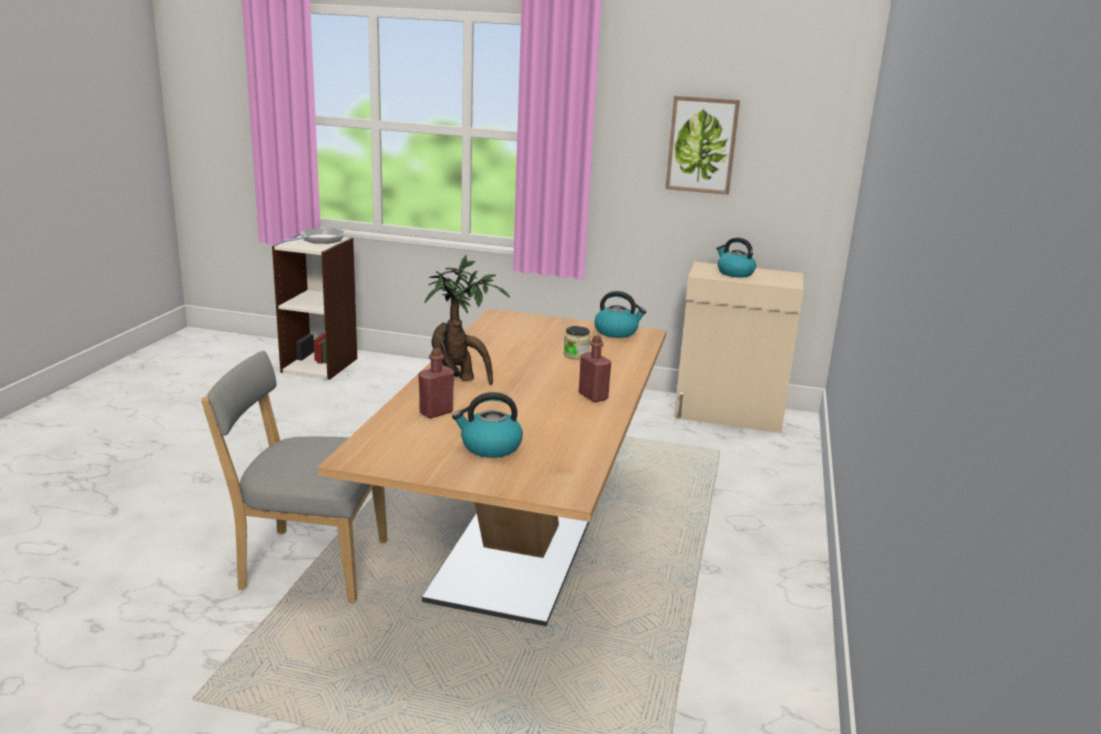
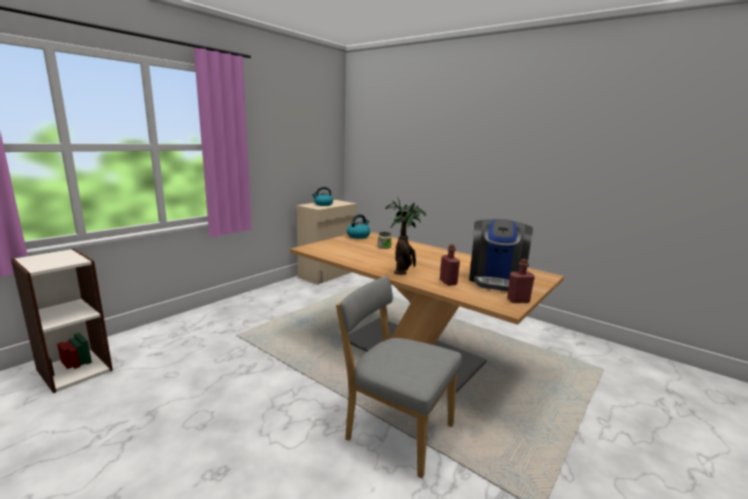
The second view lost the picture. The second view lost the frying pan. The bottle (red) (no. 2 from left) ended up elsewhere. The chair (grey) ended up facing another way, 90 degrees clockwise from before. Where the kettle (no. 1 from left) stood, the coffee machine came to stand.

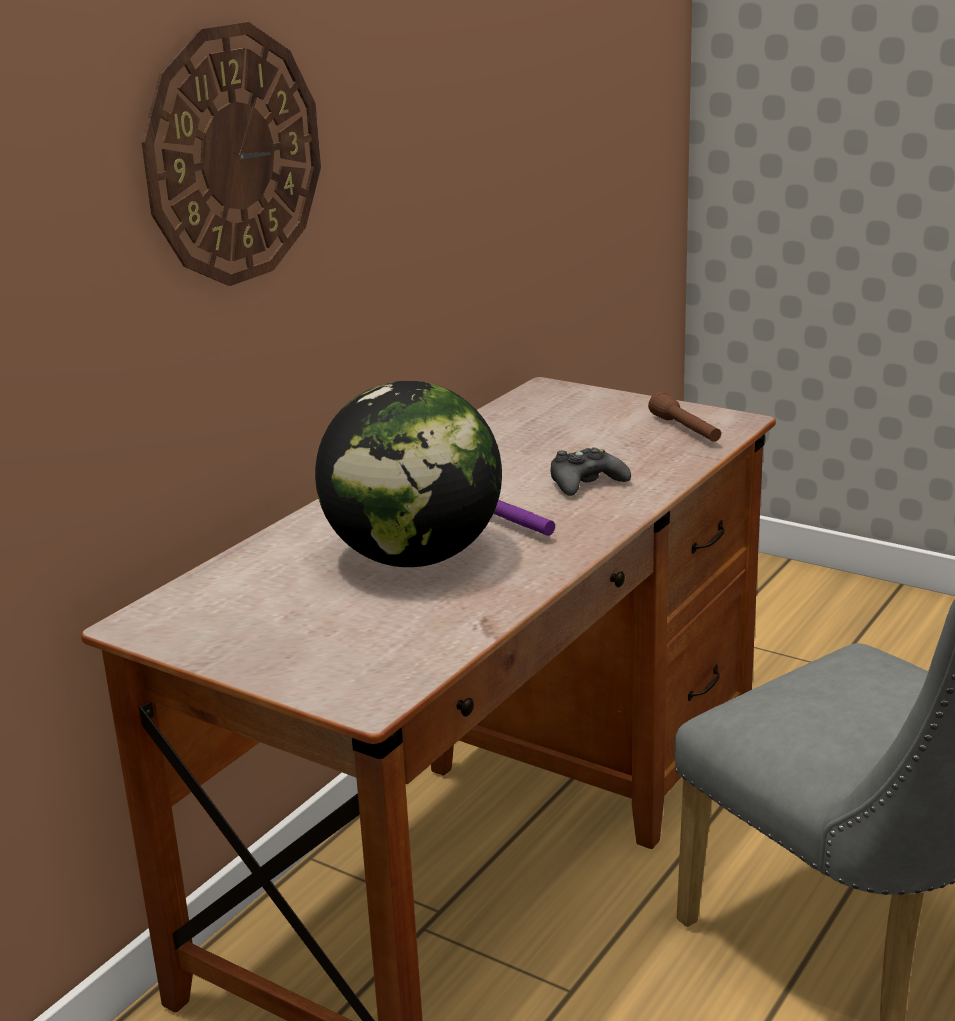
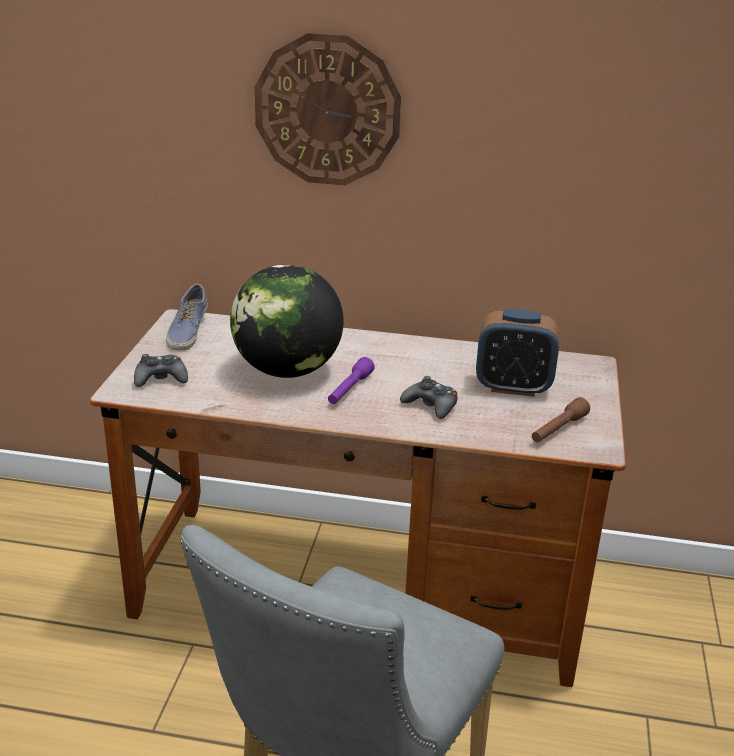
The second view gained the shoe. The second view gained the alarm clock. The second view gained the game controller (black) (no. 1 from left).

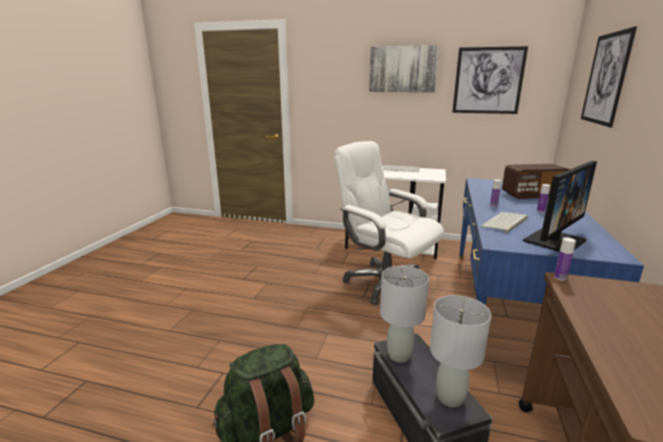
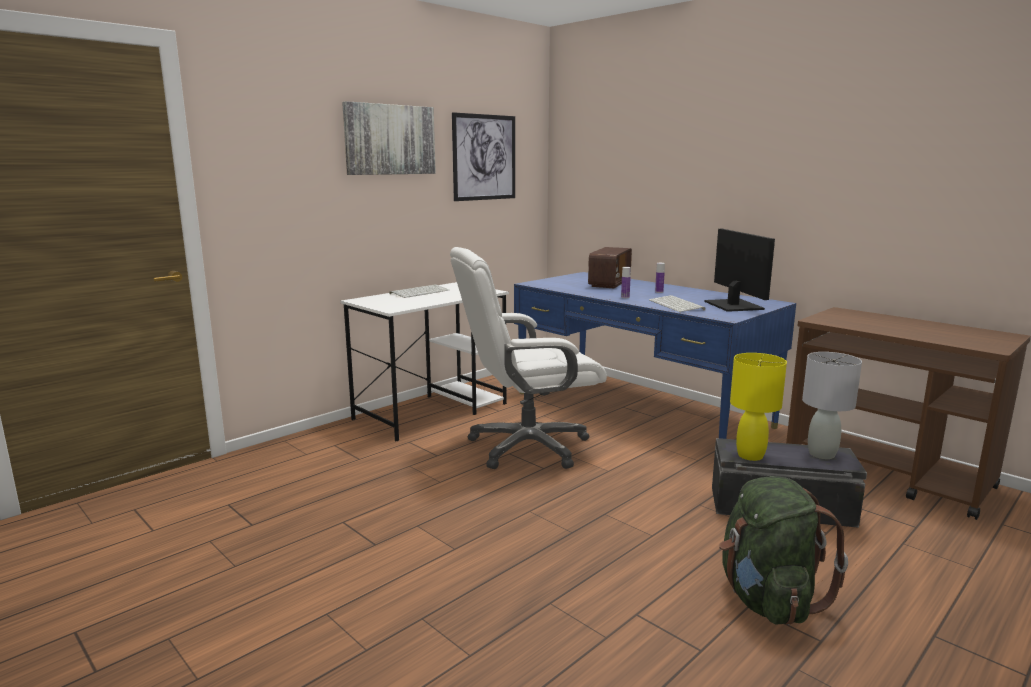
The second view lost the picture (no. 3 from left). The second view lost the bottle (no. 3 from left). What was the table lamp (grey) (no. 1 from left) turned into the table lamp (yellow).

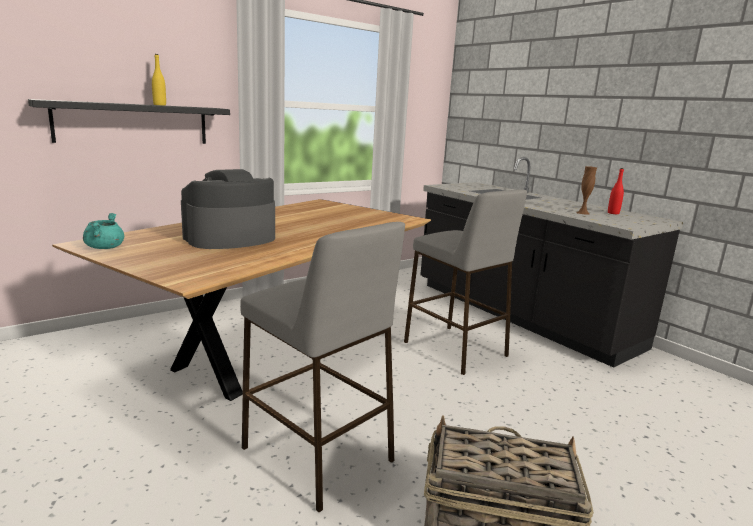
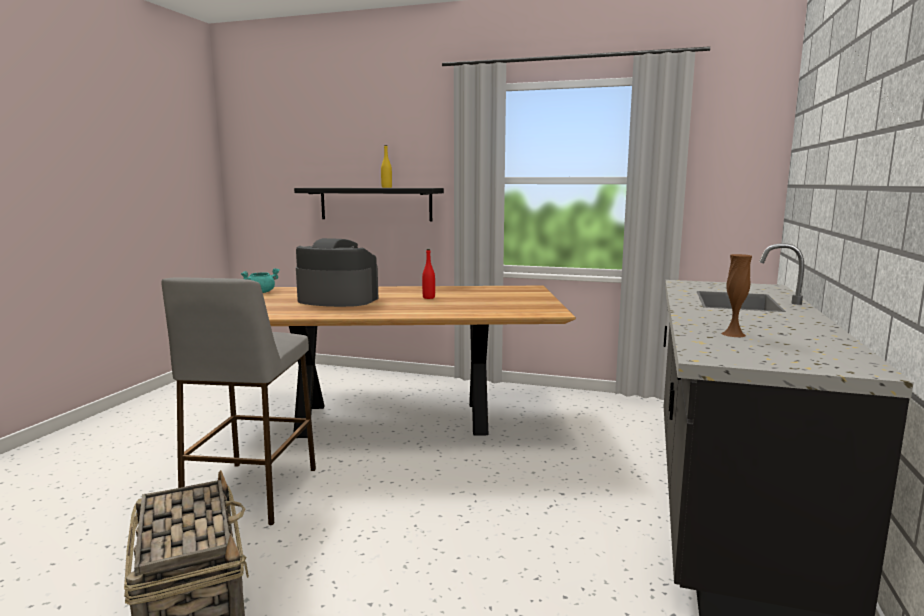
The bottle (red) ended up elsewhere. The second view lost the stool (grey) (no. 2 from left).

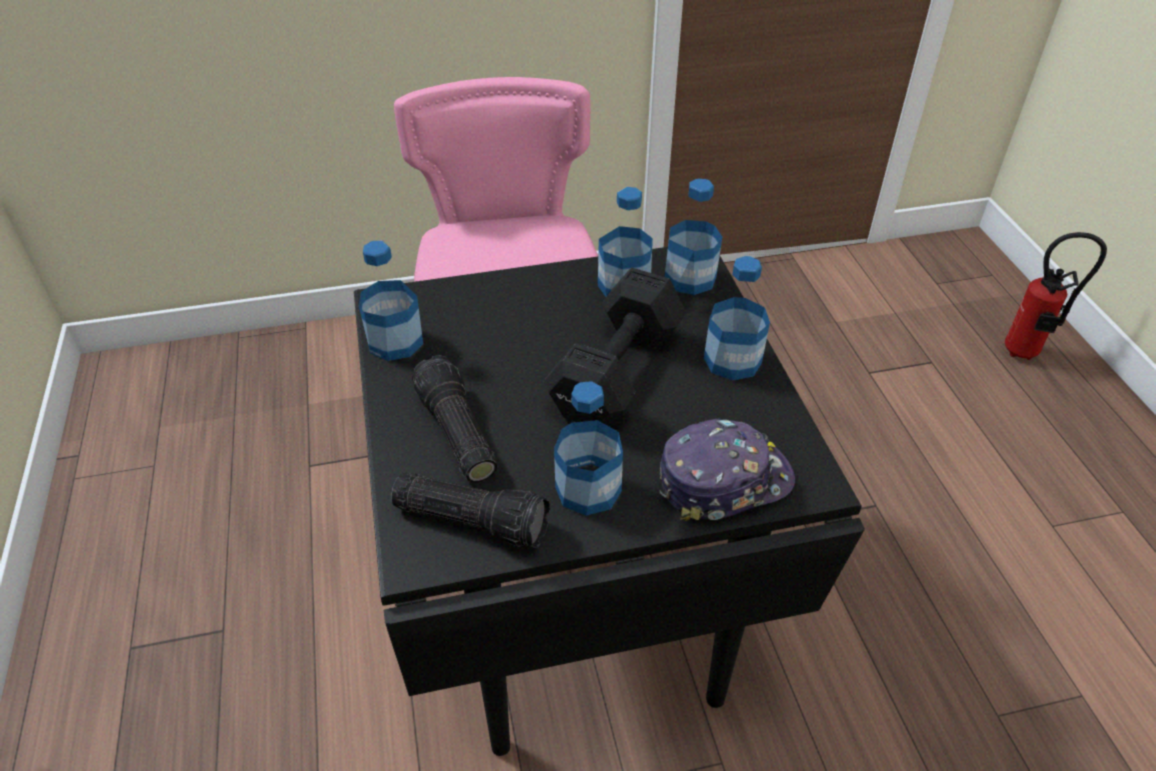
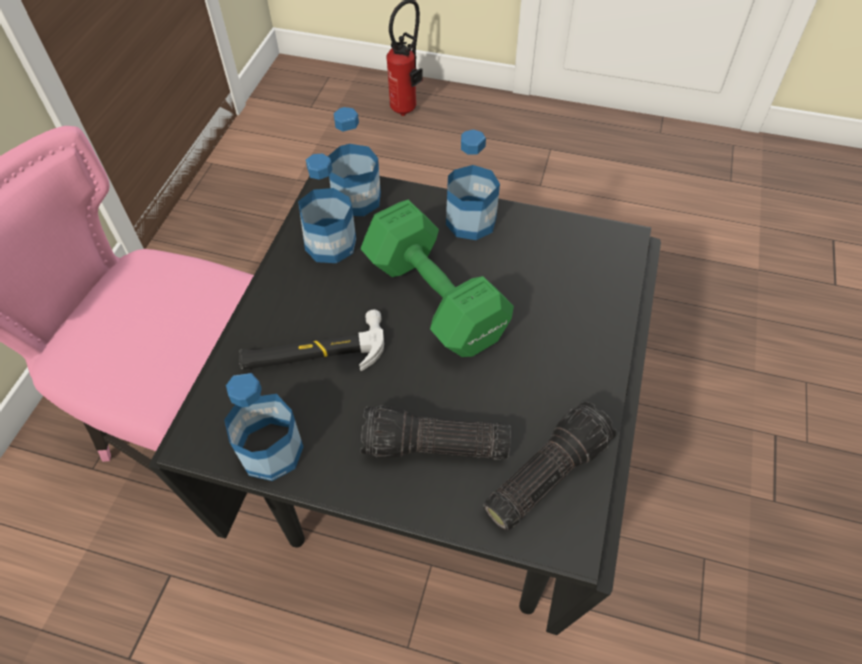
What was the dumbbell (black) turned into the dumbbell (green). The second view lost the bottle (no. 2 from left). The second view lost the cap. The second view gained the hammer.

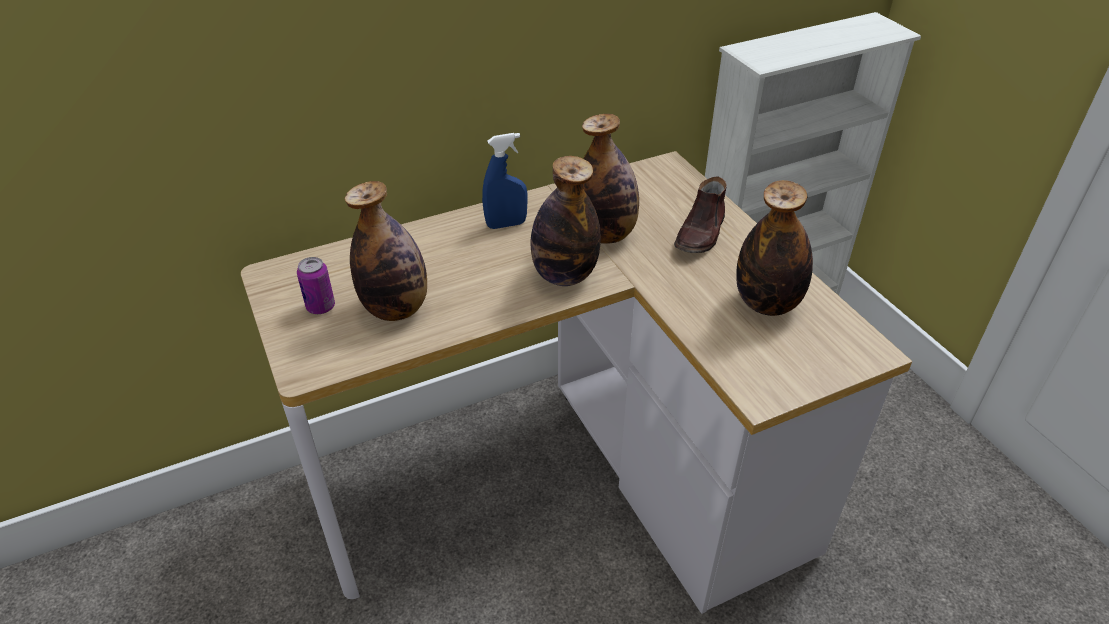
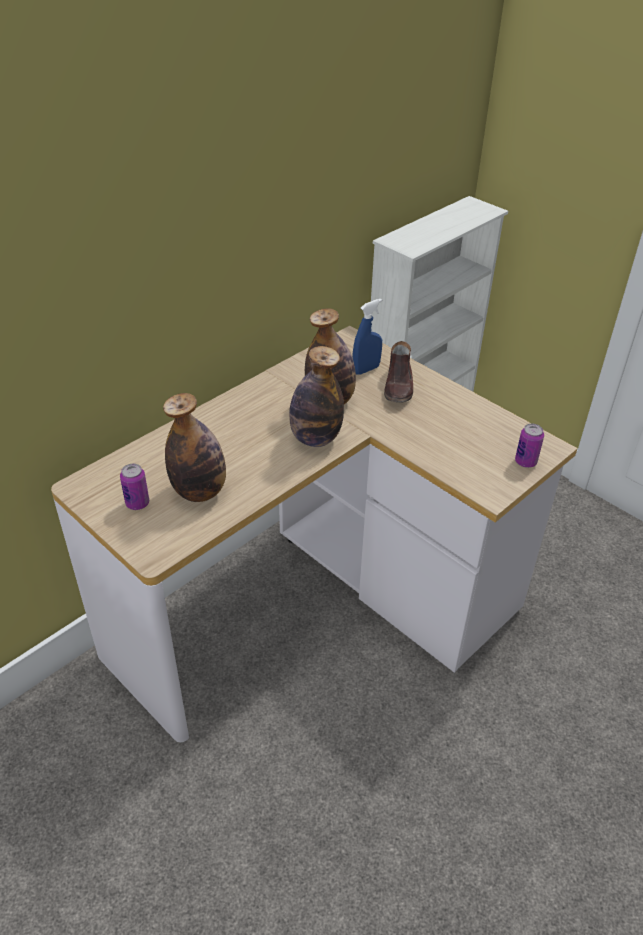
The spray bottle (blue) ended up elsewhere. The second view lost the bottle (no. 4 from left). The second view gained the can (no. 2 from left).

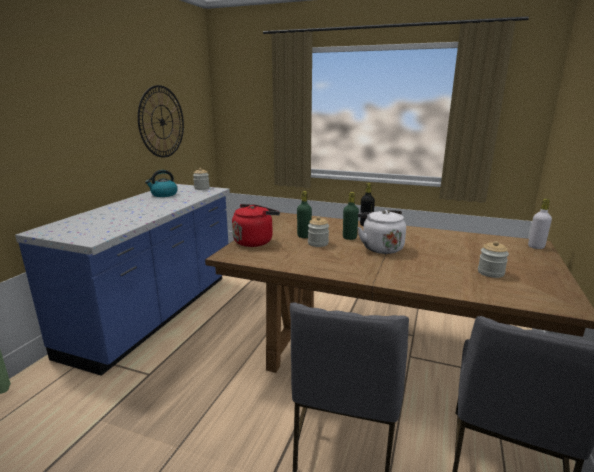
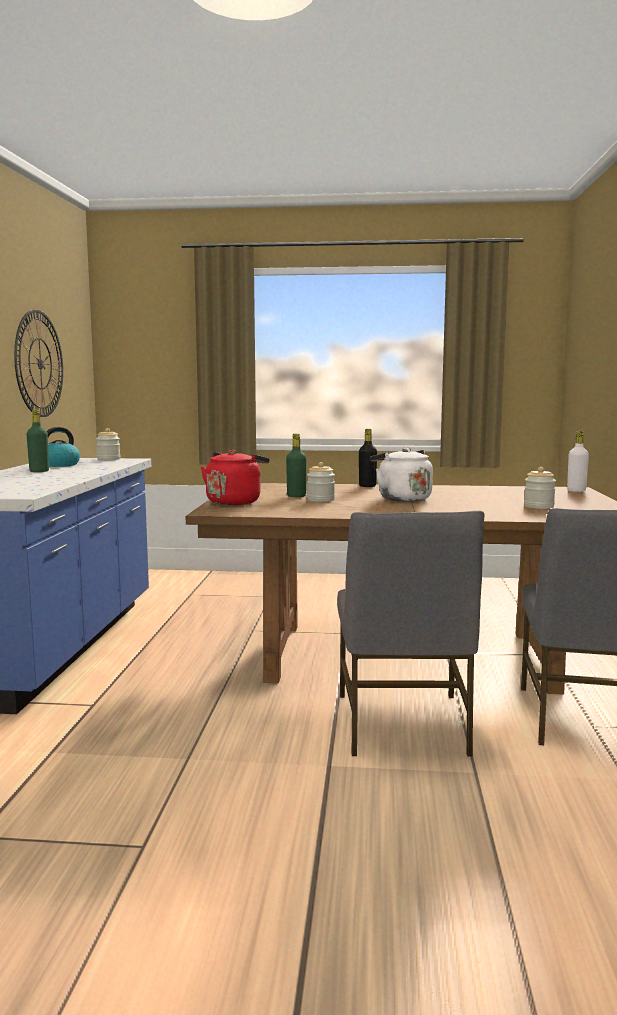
The bottle (green) (no. 2 from left in the first image) ended up elsewhere.

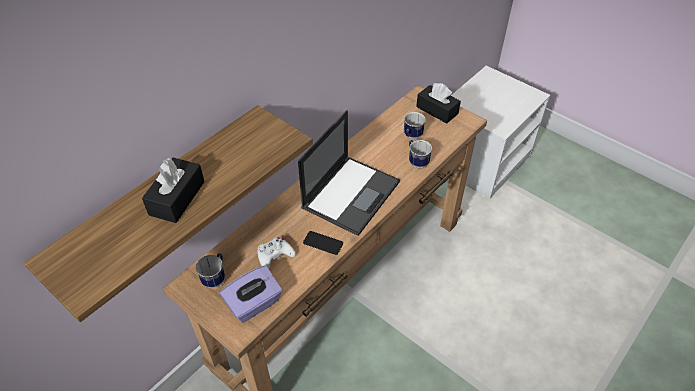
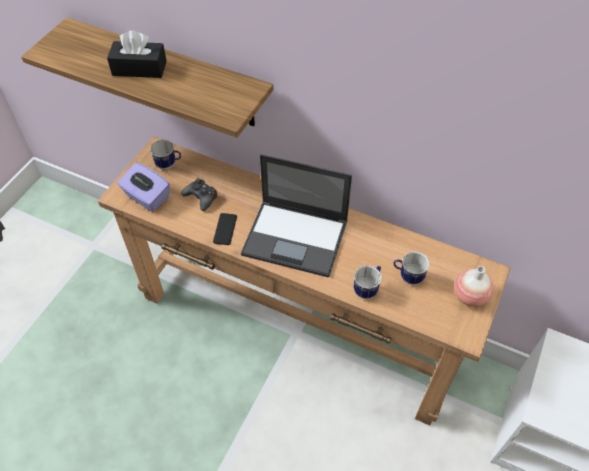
Where the tissue box (black) (no. 2 from left) stood, the vase came to stand. What was the game controller (white) turned into the game controller (black).

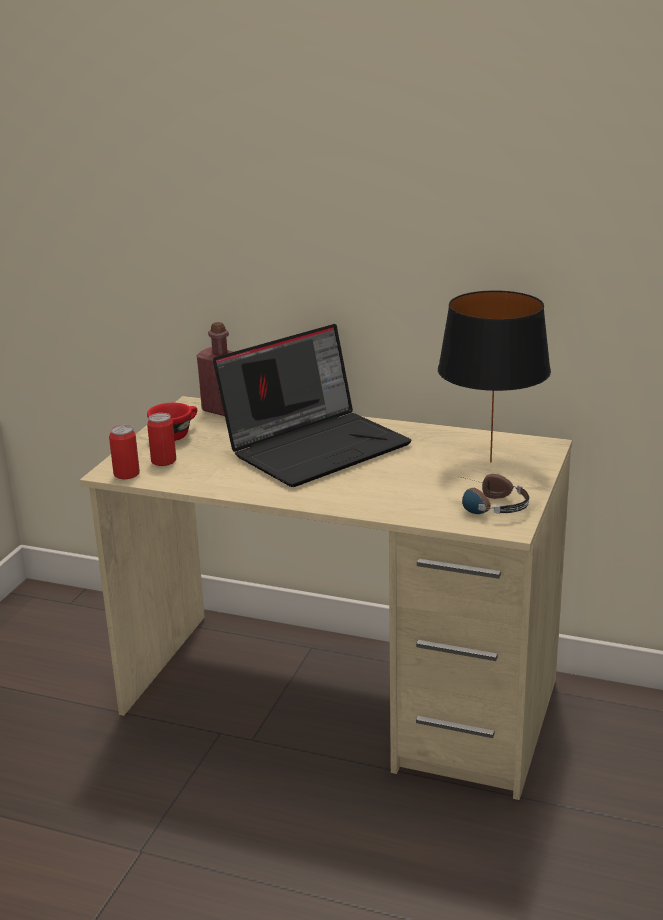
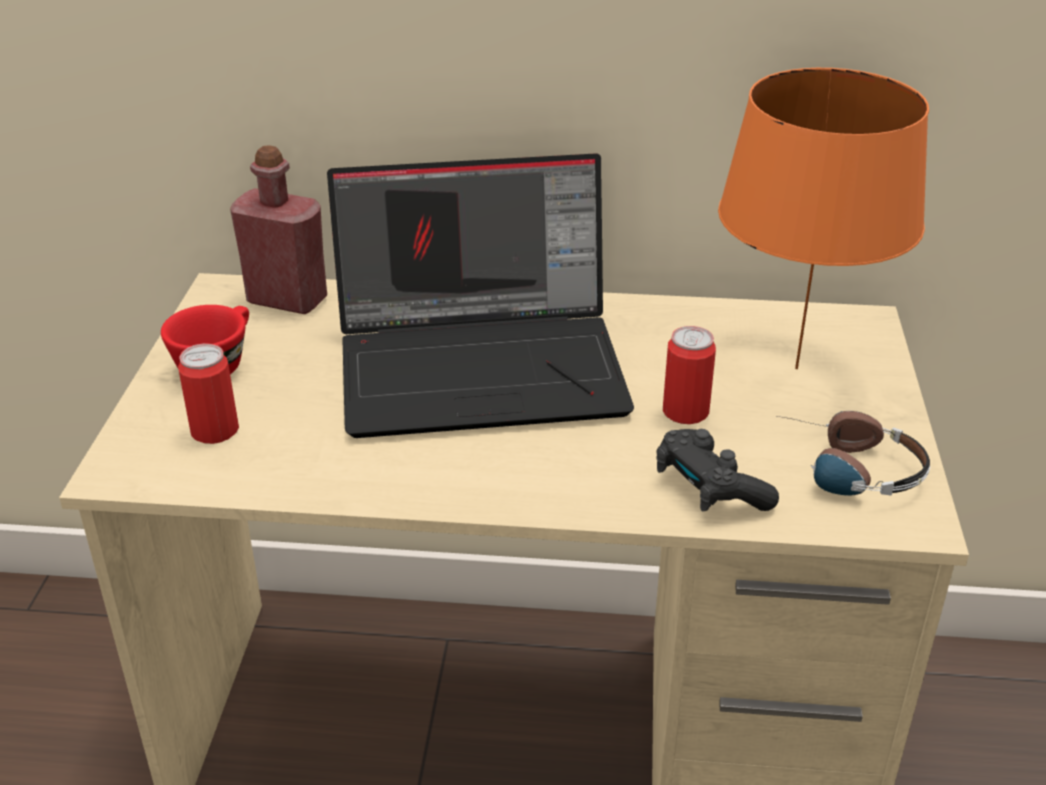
What was the table lamp (black) turned into the table lamp (orange). The laptop ended up facing another way, 45 degrees clockwise from before. The can (no. 1 from left in the first image) ended up elsewhere. The second view gained the game controller (black).

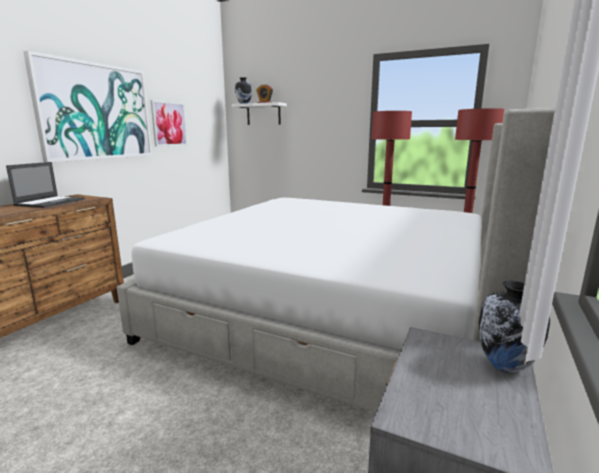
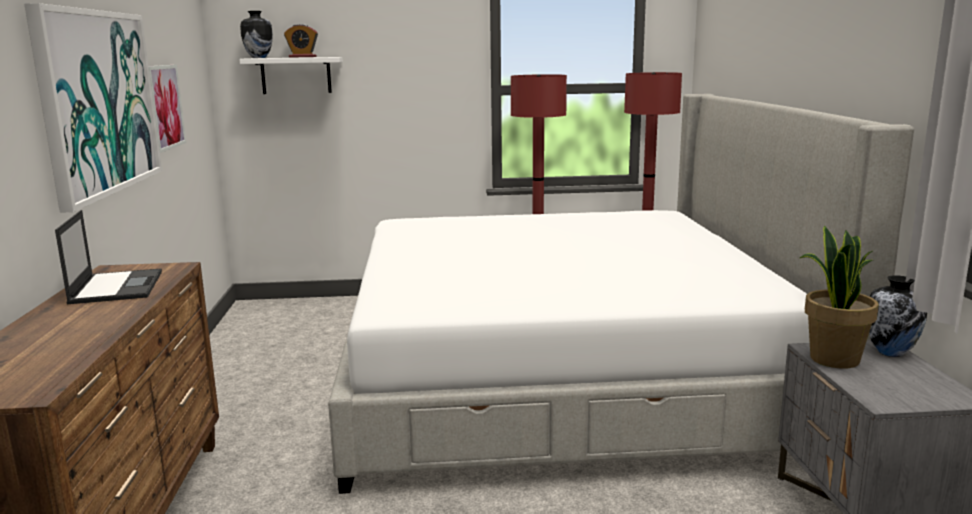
The second view gained the potted plant.

